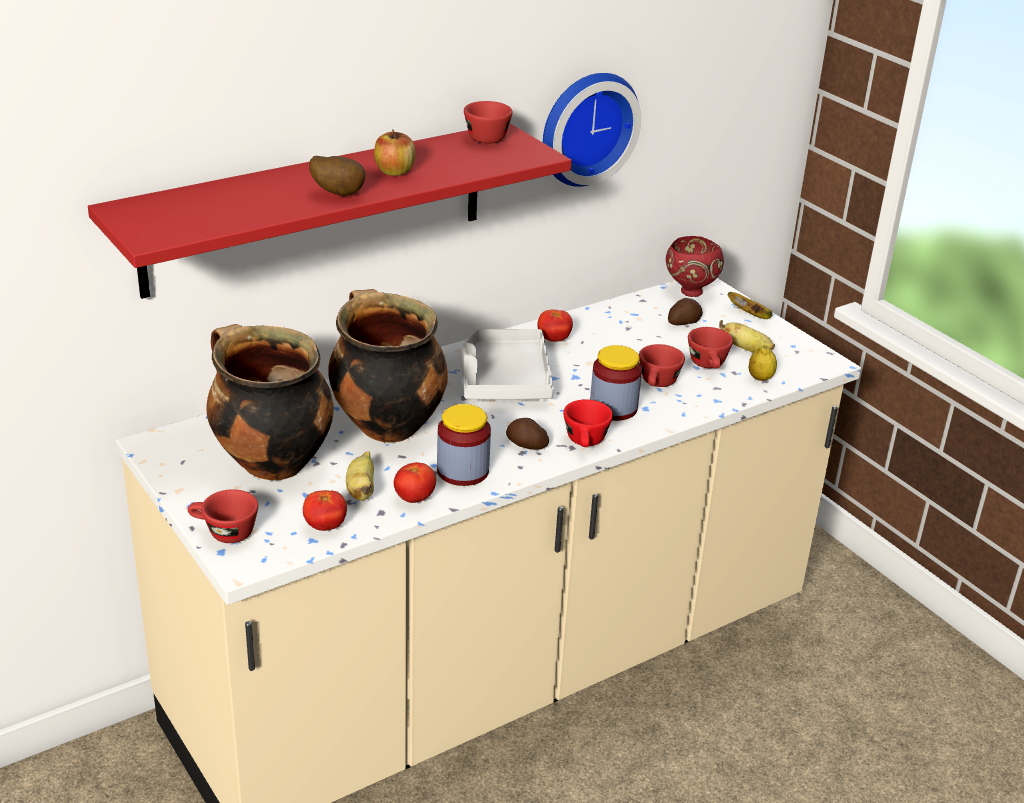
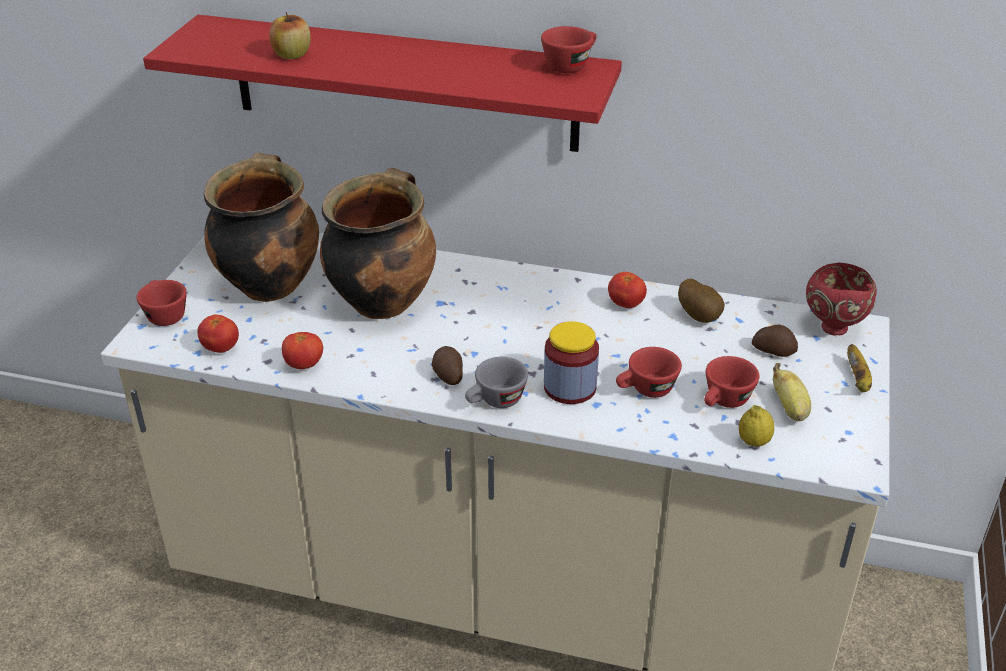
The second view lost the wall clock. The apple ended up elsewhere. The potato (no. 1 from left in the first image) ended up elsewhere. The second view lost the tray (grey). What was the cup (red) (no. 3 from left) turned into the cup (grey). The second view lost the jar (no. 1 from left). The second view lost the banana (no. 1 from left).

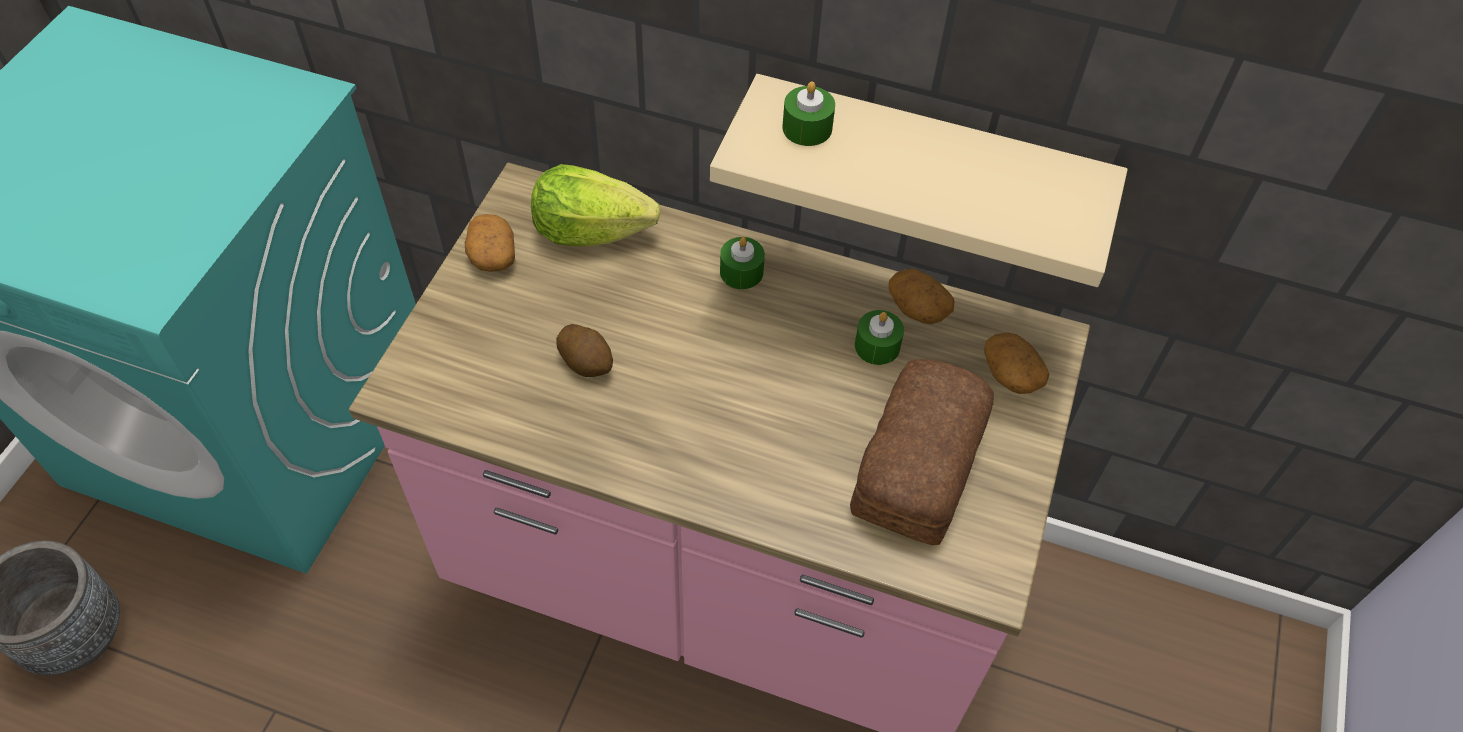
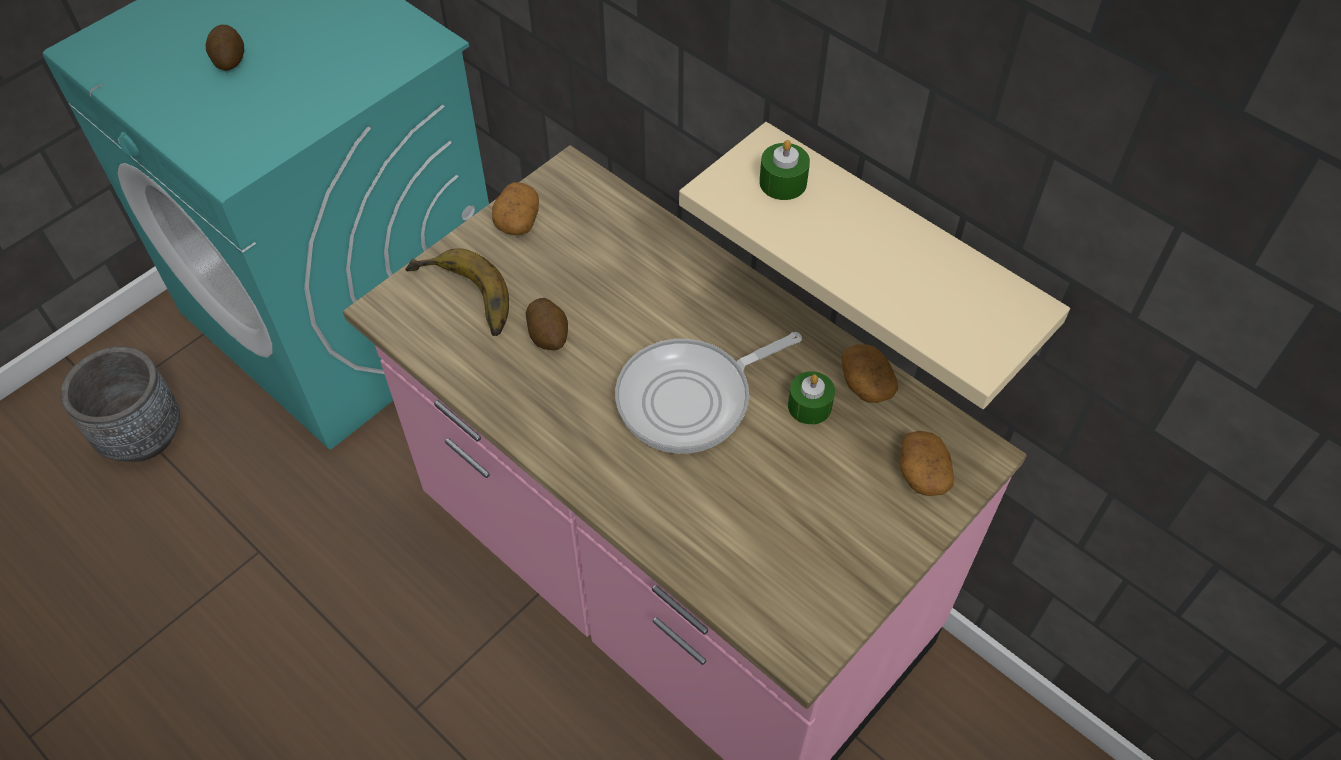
The second view lost the lettuce. The second view lost the candle (green) (no. 1 from left). The second view lost the bread. The second view gained the potato (no. 1 from left). The second view gained the banana. The second view gained the frying pan.

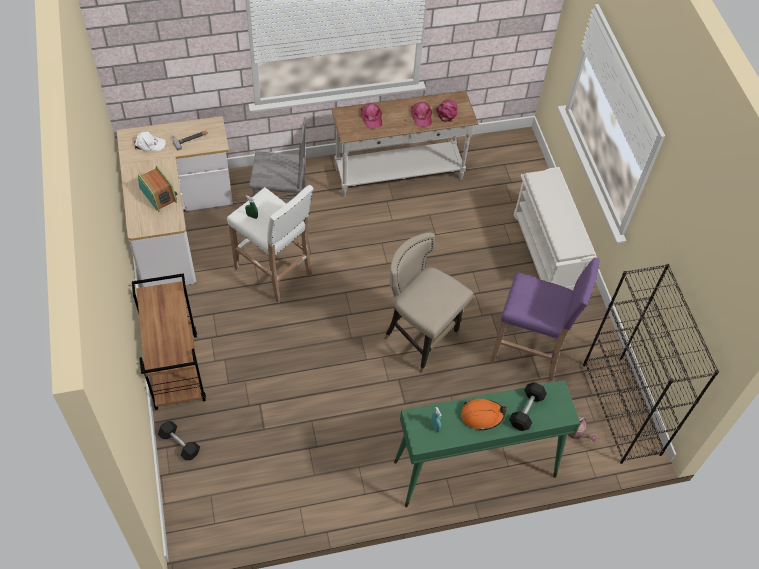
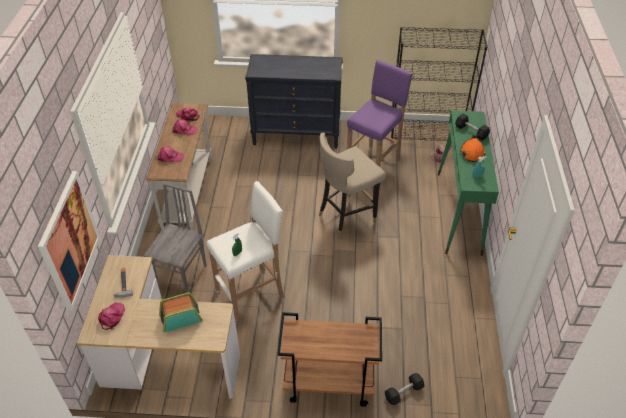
What was the cap (white) turned into the cap (pink) (no. 1 from left). Where the shoe rack (white) stood, the dresser (black) came to stand. The second view gained the picture.

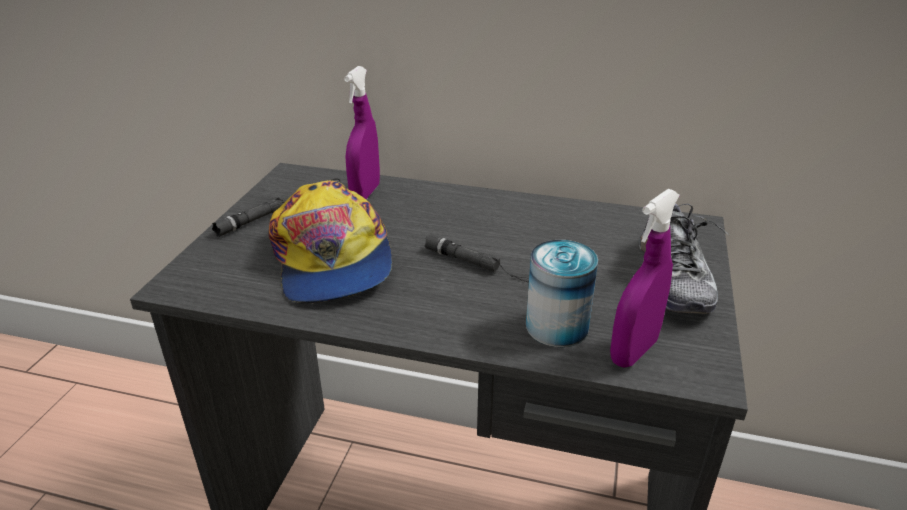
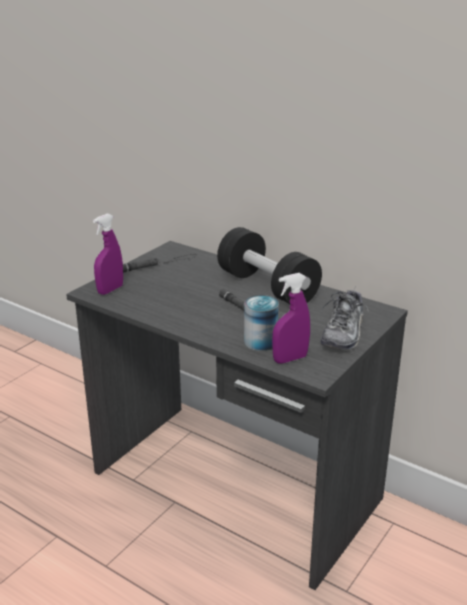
The spray bottle (purple) (no. 1 from left) ended up elsewhere. The second view lost the cap. The second view gained the dumbbell (black).

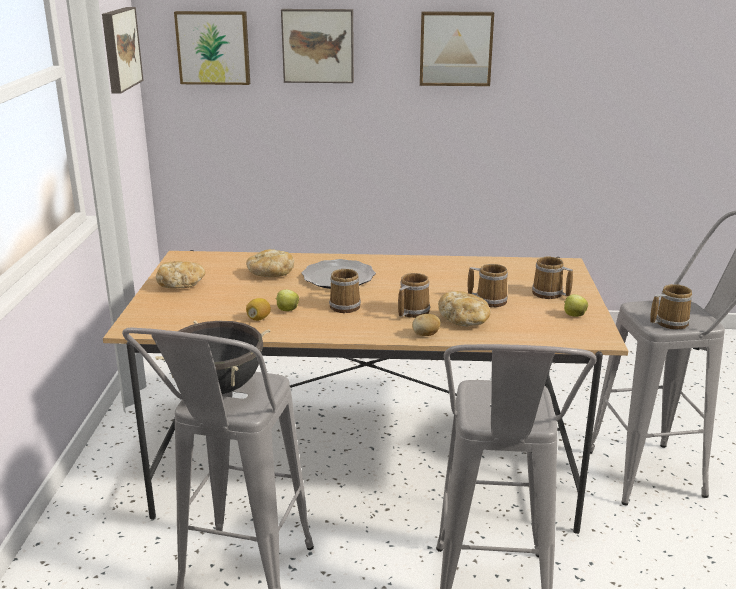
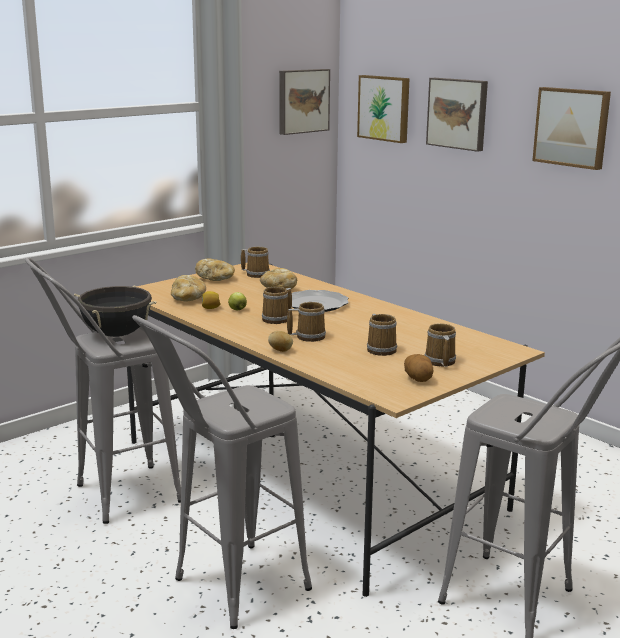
The mug (no. 5 from left in the first image) ended up elsewhere. The bread (no. 3 from left in the first image) ended up elsewhere. Where the apple (no. 2 from left) stood, the potato (no. 2 from left) came to stand.

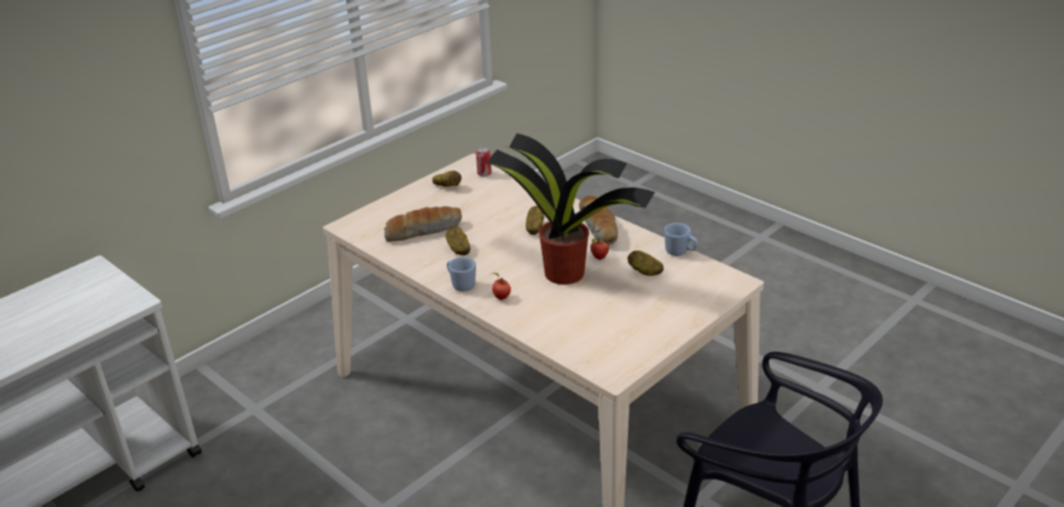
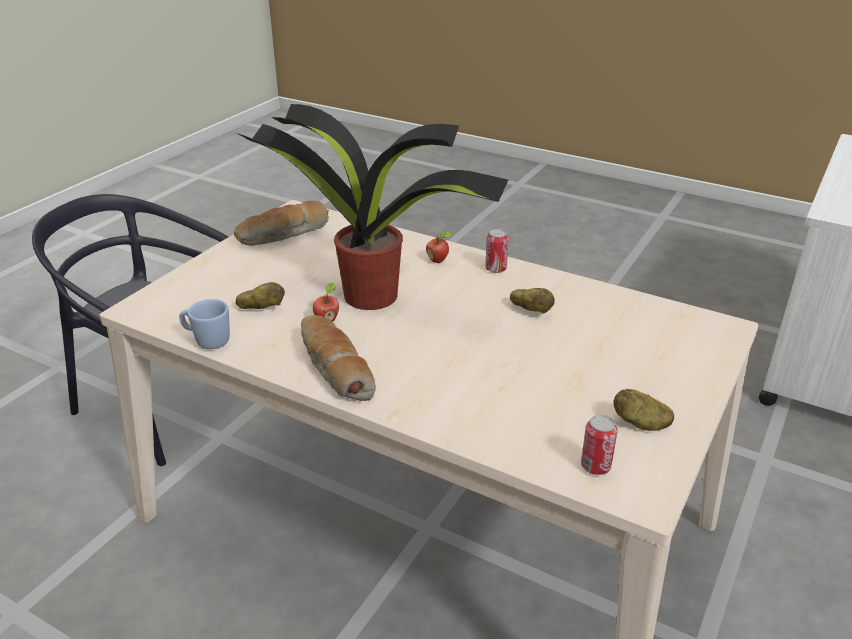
The bread (no. 1 from left) ended up elsewhere. The second view lost the potato (no. 3 from left). Where the mug (blue) (no. 1 from left) stood, the can (no. 1 from left) came to stand.

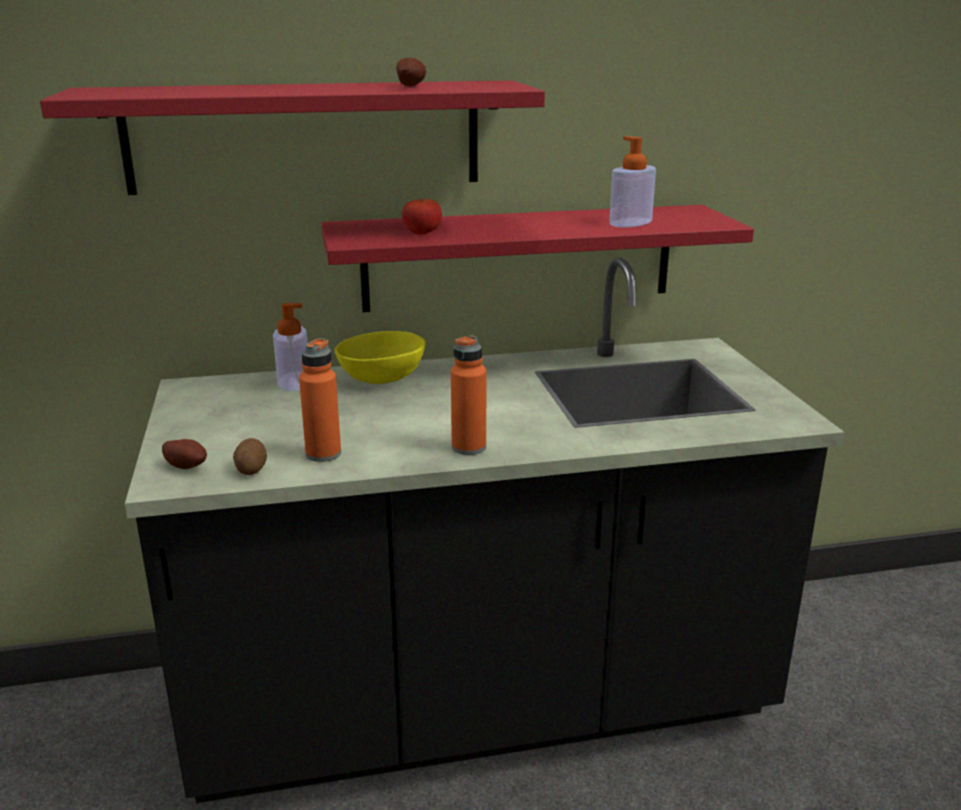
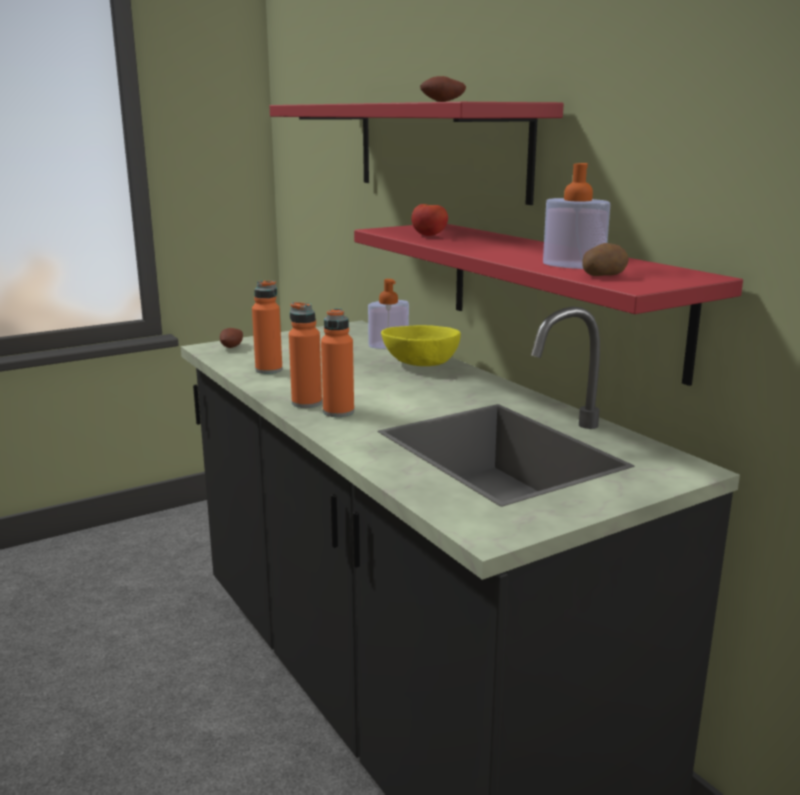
The potato (no. 2 from left in the first image) ended up elsewhere. The second view gained the bottle (orange) (no. 3 from left).

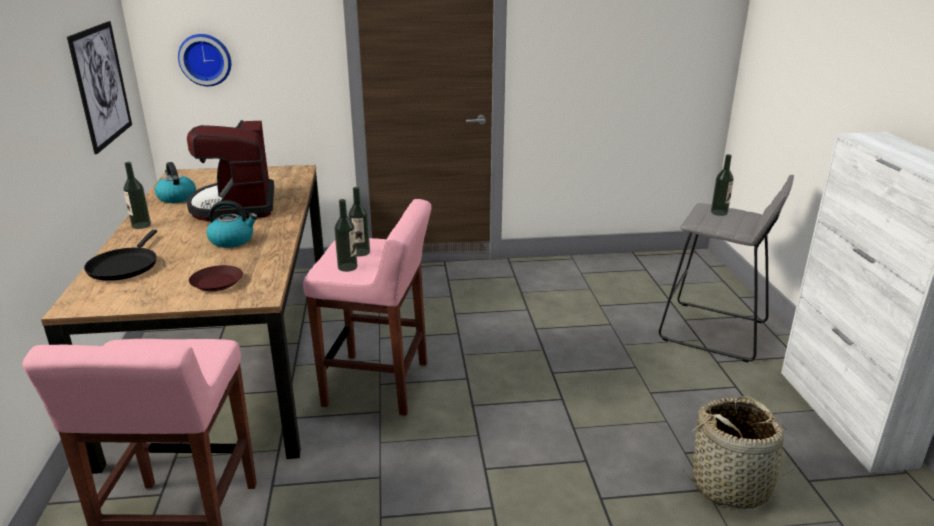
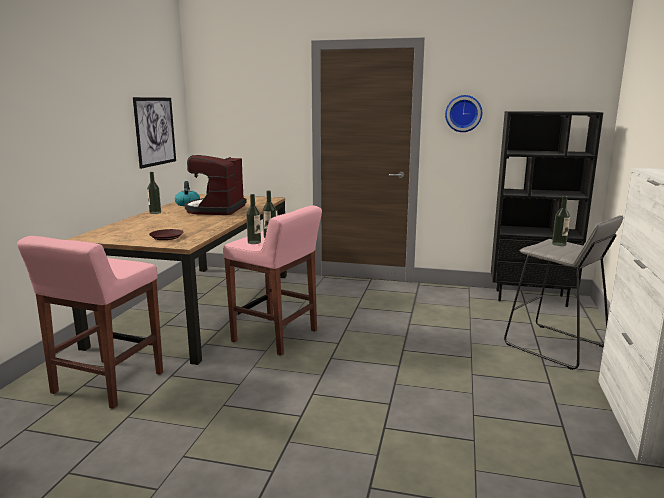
The wall clock ended up elsewhere. The second view lost the kettle (no. 2 from left). The second view lost the frying pan (black). The second view lost the basket. The second view gained the bookcase (black).

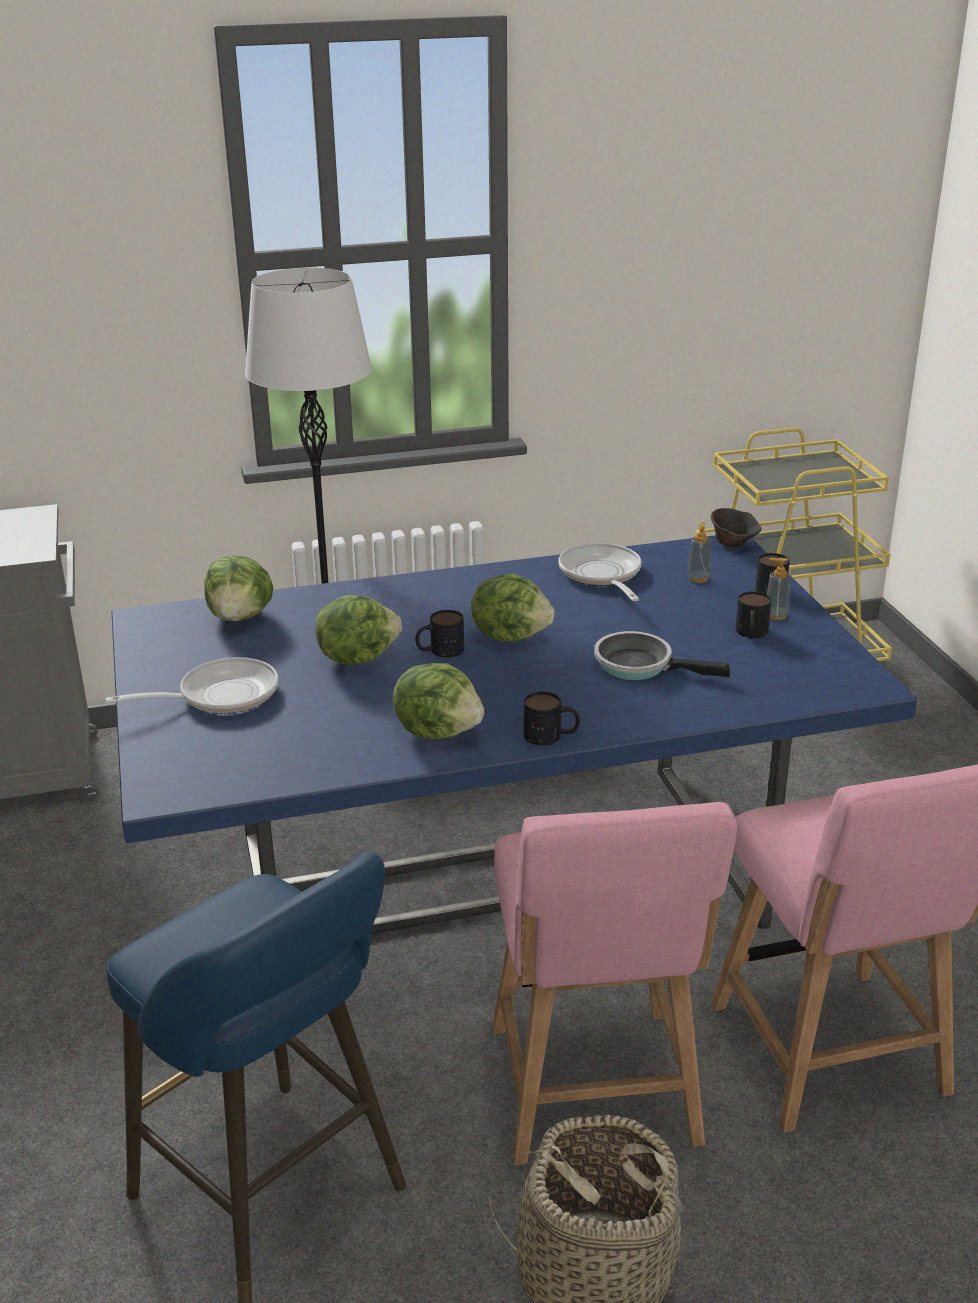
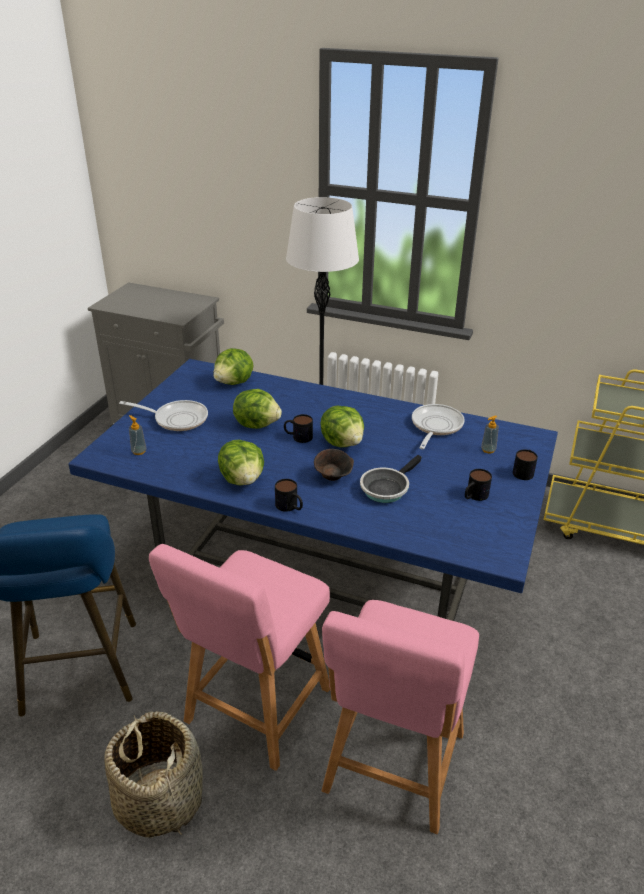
The bowl (brown) ended up elsewhere. The soap dispenser (no. 2 from left in the first image) ended up elsewhere. The frying pan (no. 3 from left in the first image) ended up facing another way, 105 degrees counterclockwise from before.

